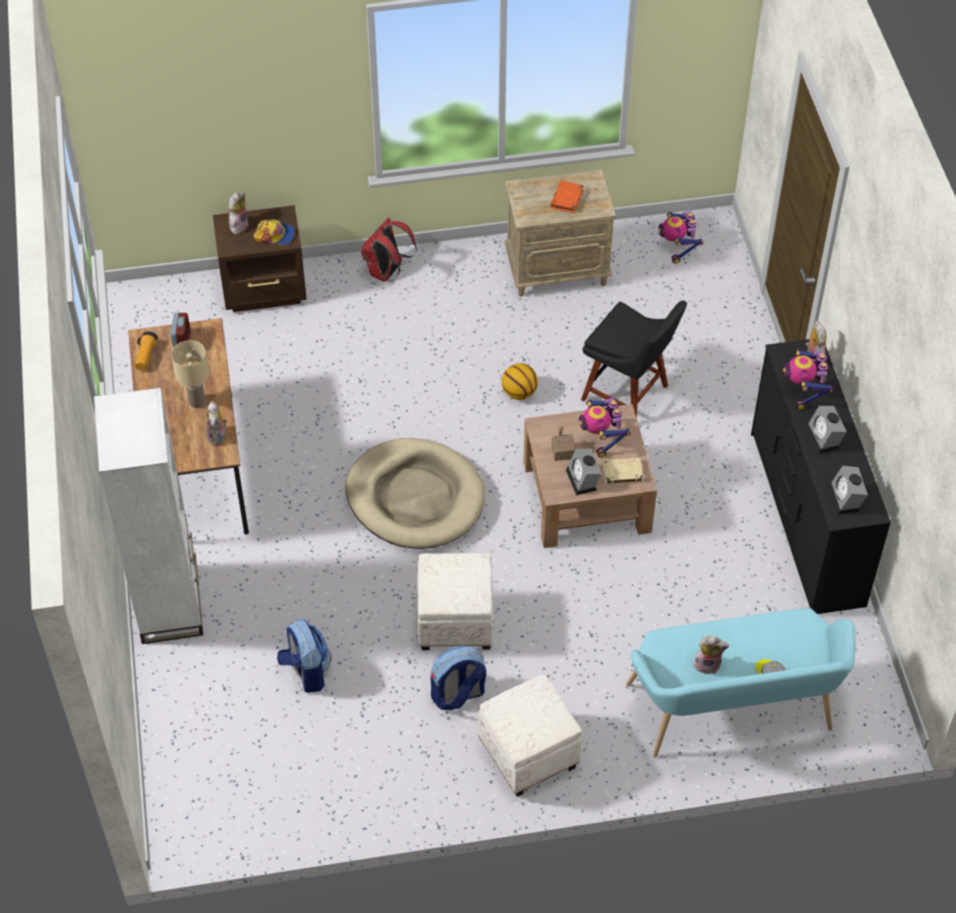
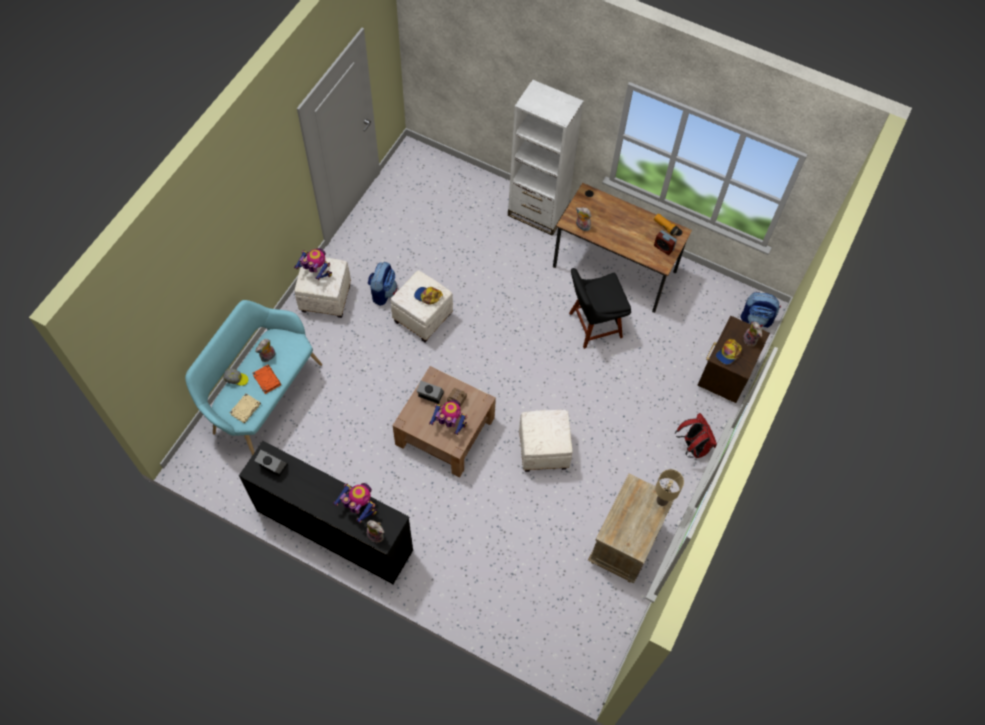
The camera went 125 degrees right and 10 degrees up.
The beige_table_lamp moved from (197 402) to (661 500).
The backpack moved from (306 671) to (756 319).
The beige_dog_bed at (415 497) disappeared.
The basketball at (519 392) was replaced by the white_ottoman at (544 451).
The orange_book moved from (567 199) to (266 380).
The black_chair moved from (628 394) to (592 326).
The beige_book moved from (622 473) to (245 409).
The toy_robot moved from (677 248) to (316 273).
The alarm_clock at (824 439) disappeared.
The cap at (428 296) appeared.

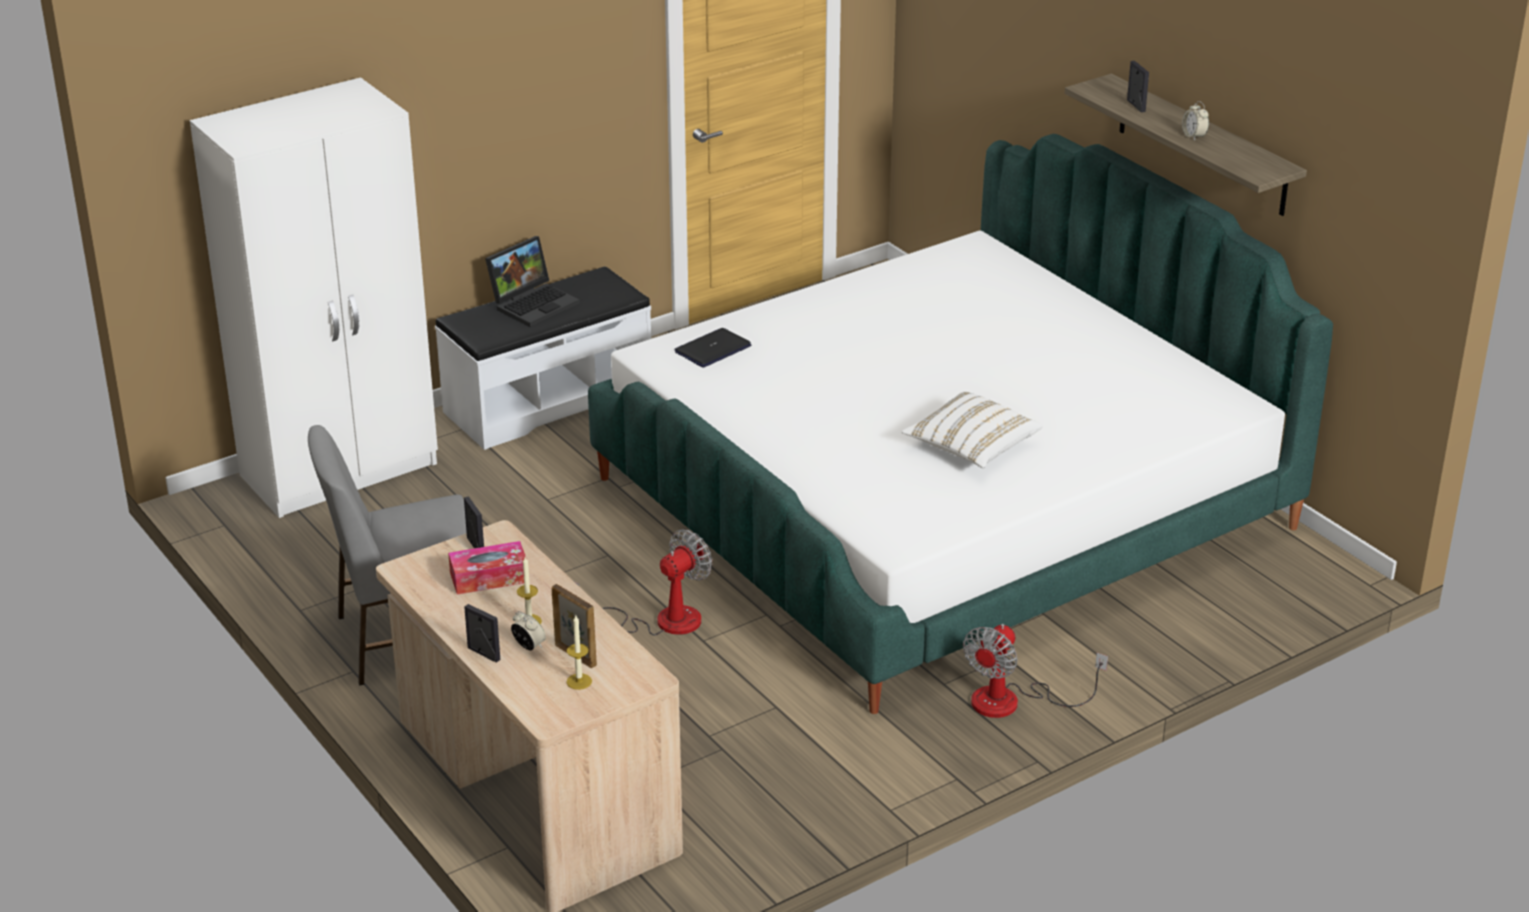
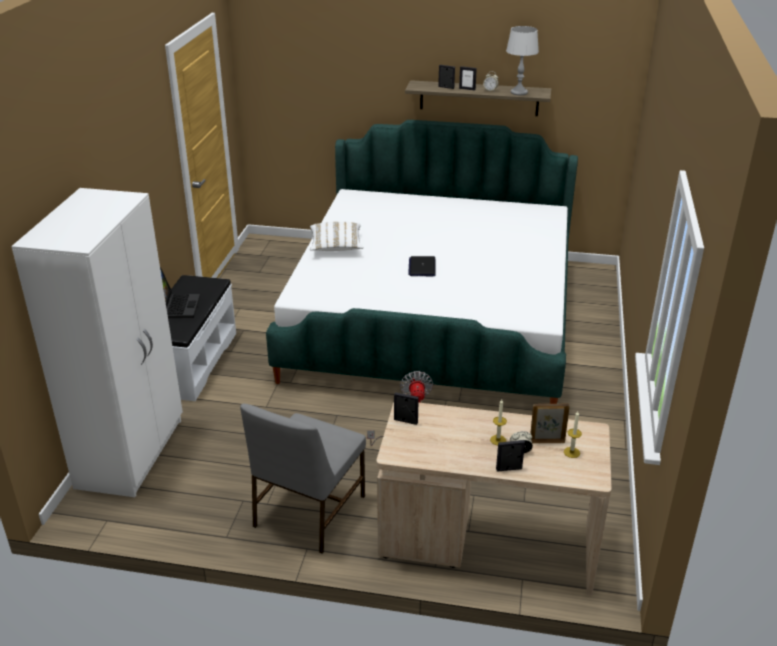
The camera went 45 degrees left and 0 degrees up.
The tissue_box at (489 577) disappeared.
The laptop moved from (713 349) to (422 267).
The white_pillow moved from (971 447) to (336 246).
The fan at (1012 701) disappeared.
The picture_frame at (467 89) appeared.
The grey_table_lamp at (518 92) appeared.

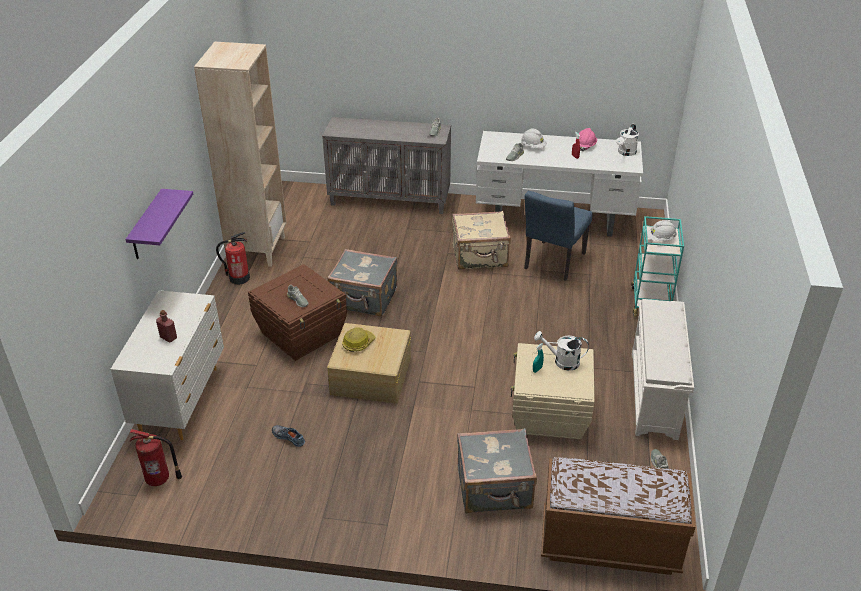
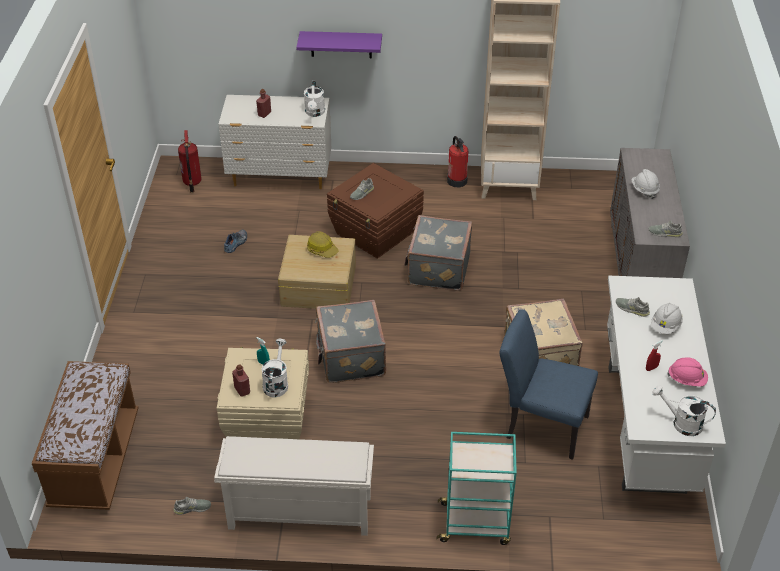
The camera went 85 degrees right and 5 degrees up.
The grey_suitcase moved from (495 489) to (350 358).
The white_hard_hat moved from (660 239) to (644 190).
The red_bottle at (242 390) appeared.
The white_watering_can at (315 113) appeared.

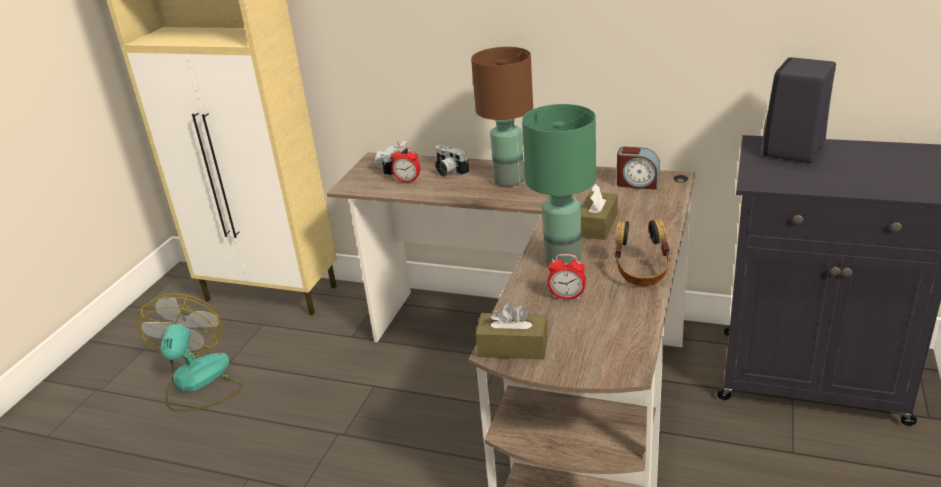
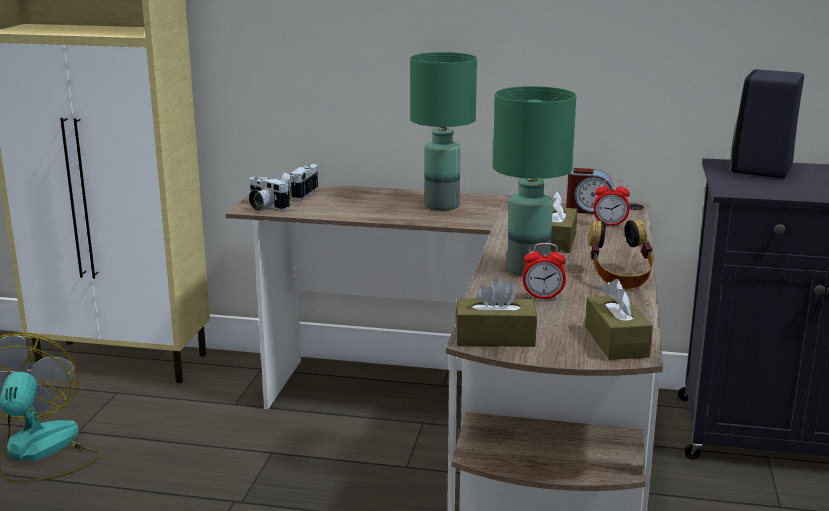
The camera went 10 degrees left and 10 degrees down.
The alarm_clock moved from (407 181) to (610 224).
The photo_camera moved from (448 171) to (264 207).
The brown_table_lamp at (510 180) became the green_table_lamp at (443 205).
The brown_tissue_box at (616 341) appeared.

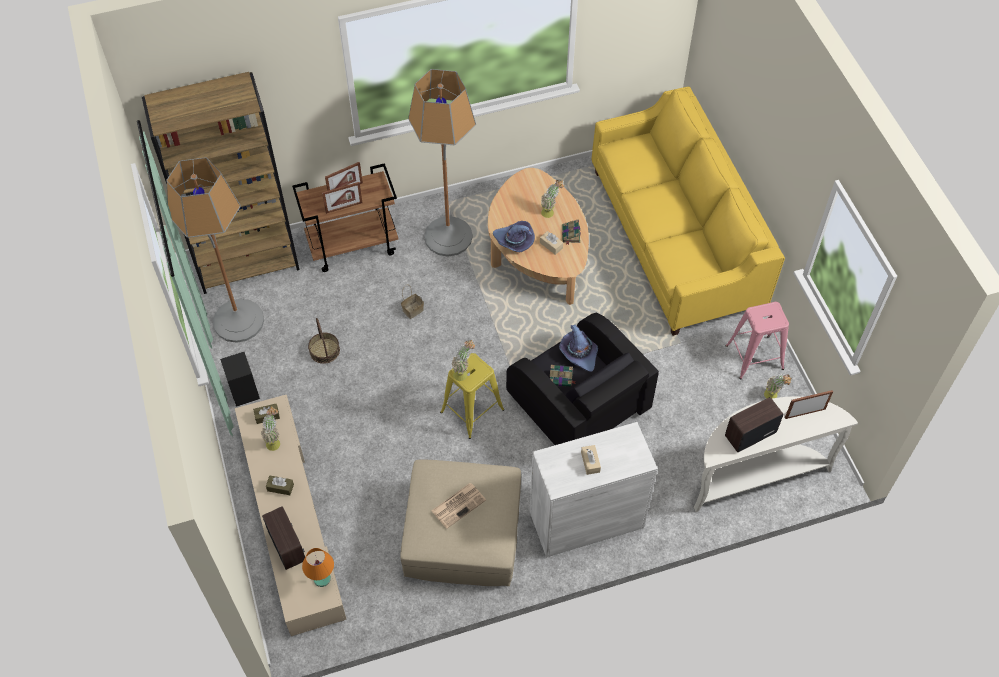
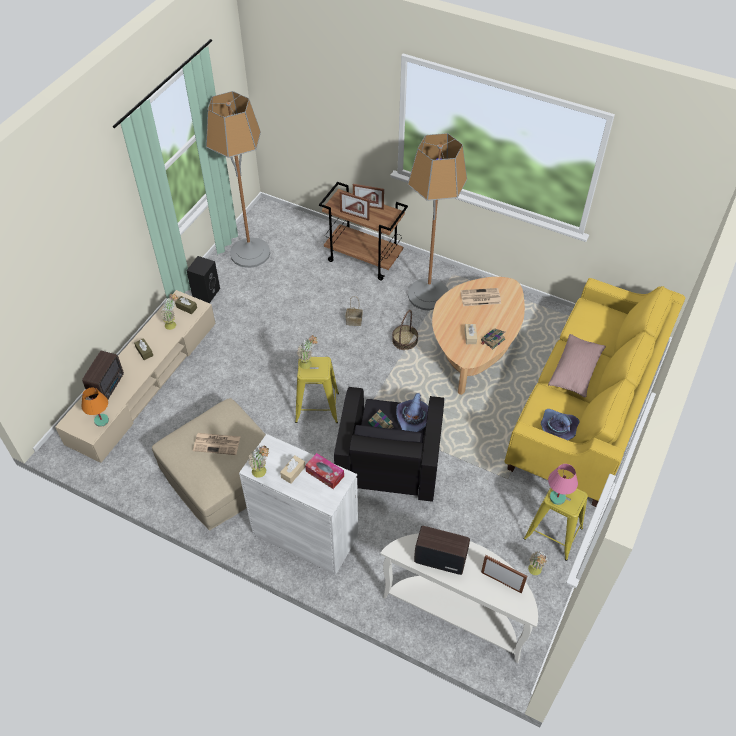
The camera went 45 degrees right and 5 degrees down.
The brown_bookcase at (247 262) disappeared.
The basket moved from (324 350) to (404 340).
The purple_hat moved from (514 241) to (557 428).
The potted_plant moved from (550 212) to (262 473).
The pink_stool at (754 357) became the yellow_stool at (553 533).
The tissue_box at (325 474) appeared.
The newspaper at (480 297) appeared.
The pink_pillow at (575 371) appeared.
The pink_table_lamp at (557 497) appeared.

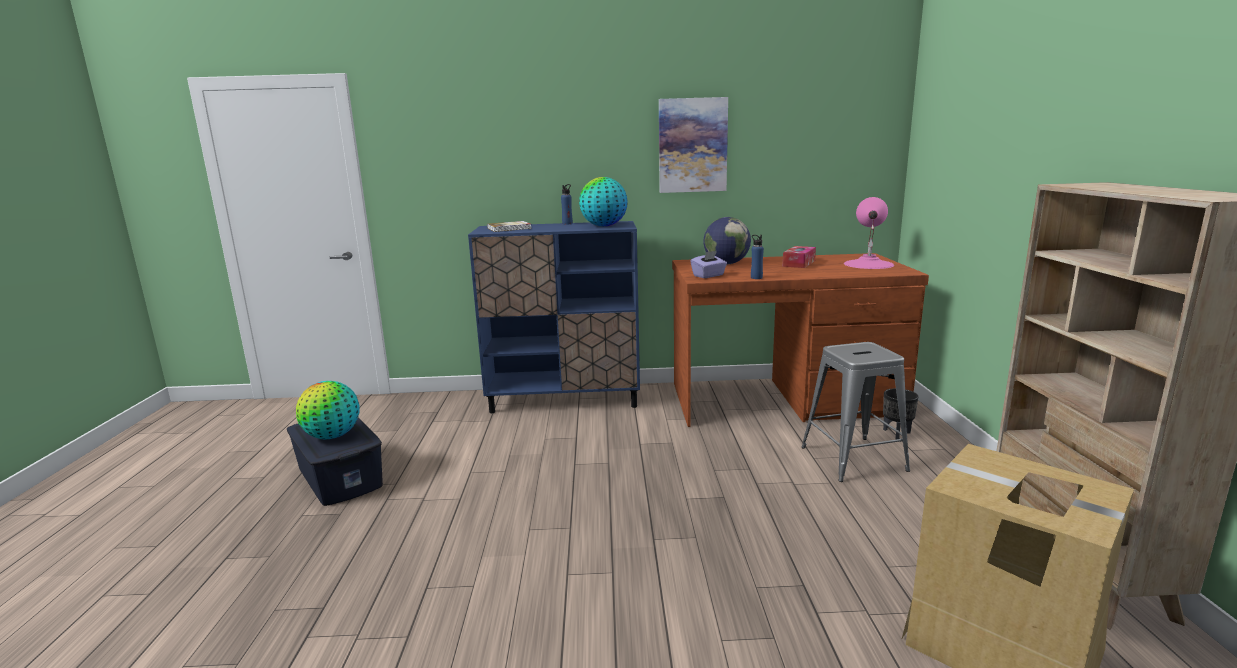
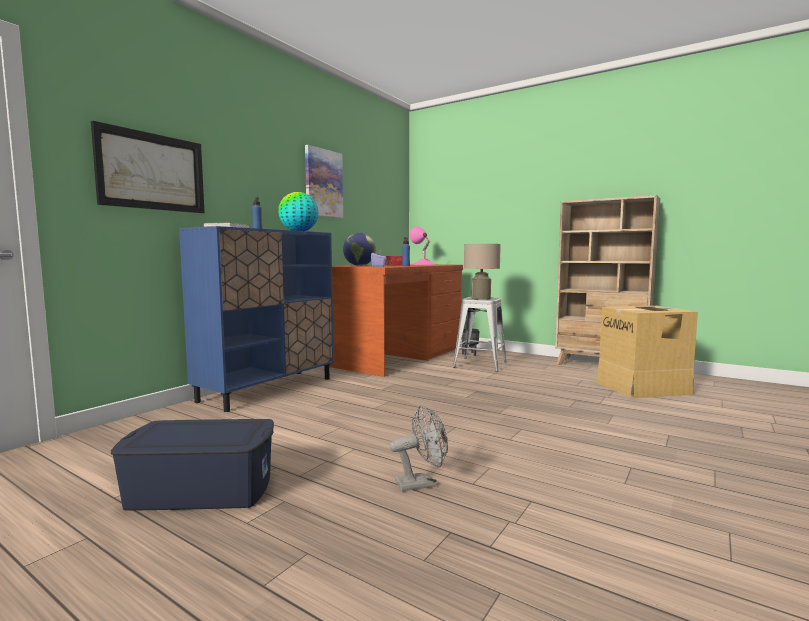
The camera went 55 degrees left and 10 degrees down.
The globe at (332 436) disappeared.
The picture at (152 172) appeared.
The grey_fan at (421 483) appeared.
The beige_table_lamp at (481 298) appeared.

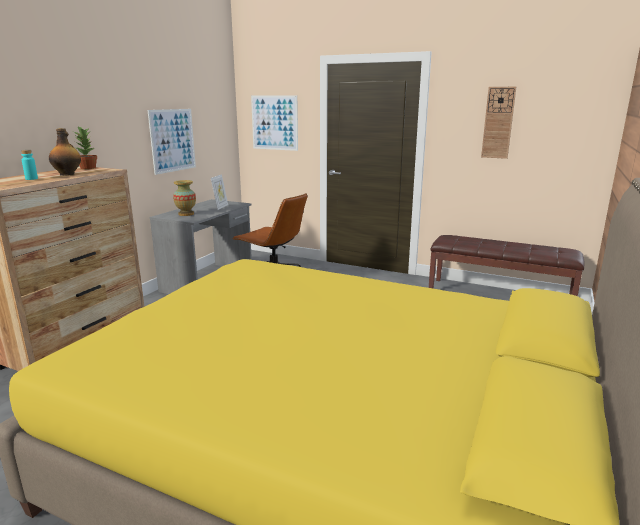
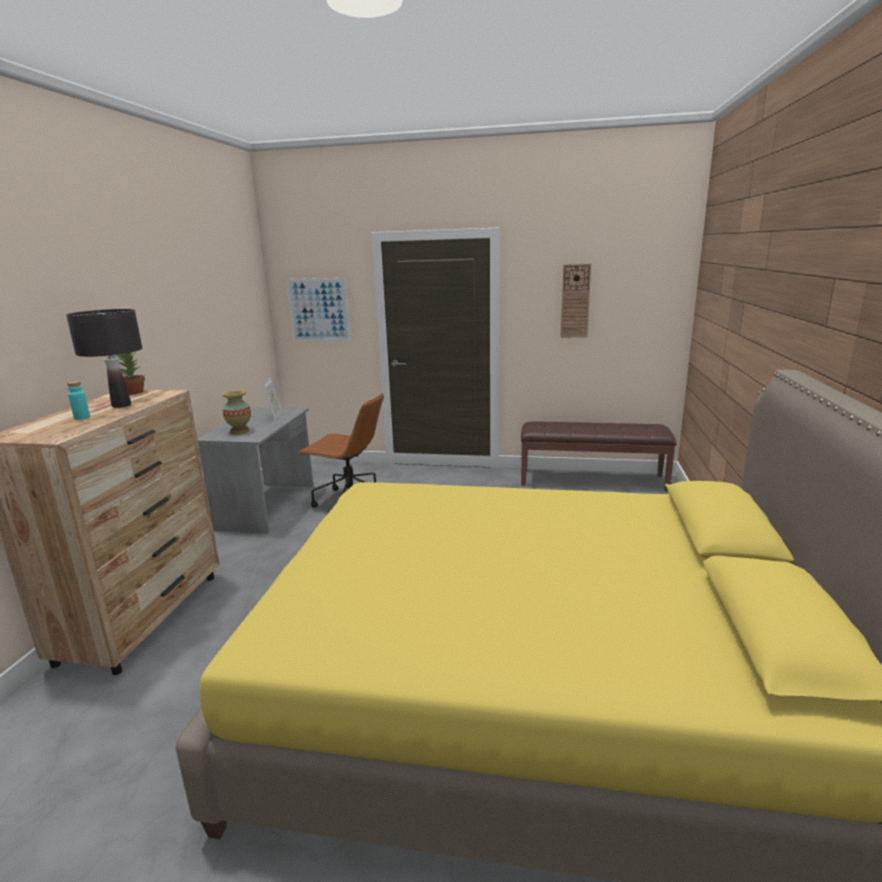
The camera went 15 degrees left and 0 degrees up.
The bottle at (68 174) was replaced by the black_table_lamp at (122 405).
The picture at (172 140) disappeared.

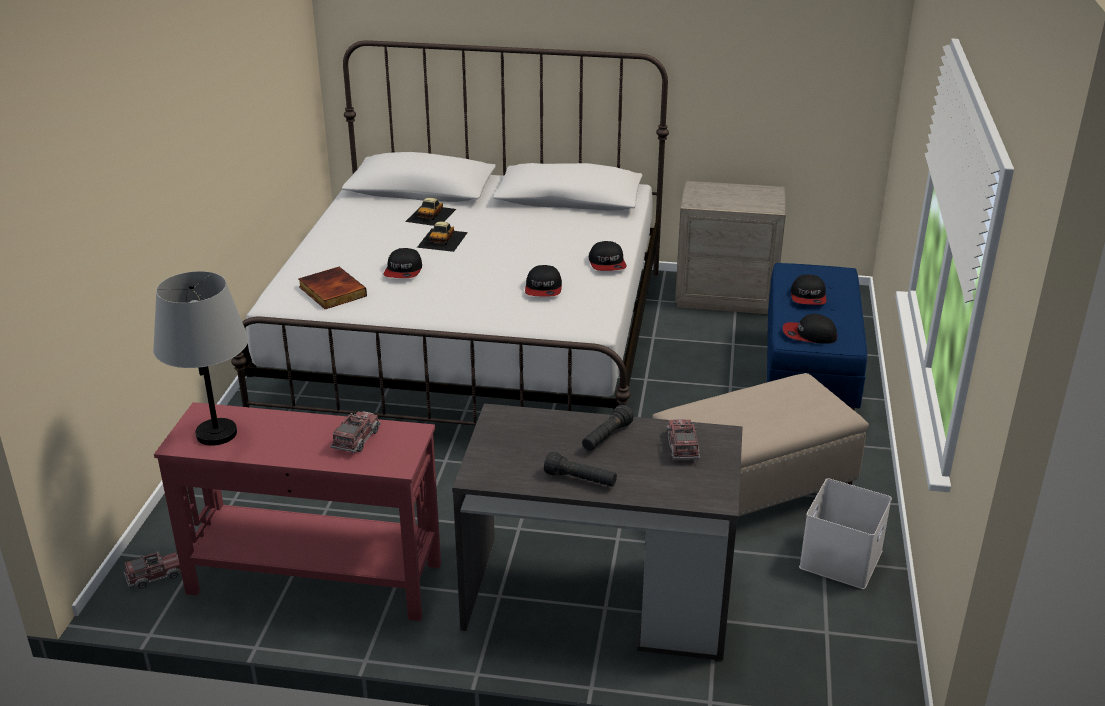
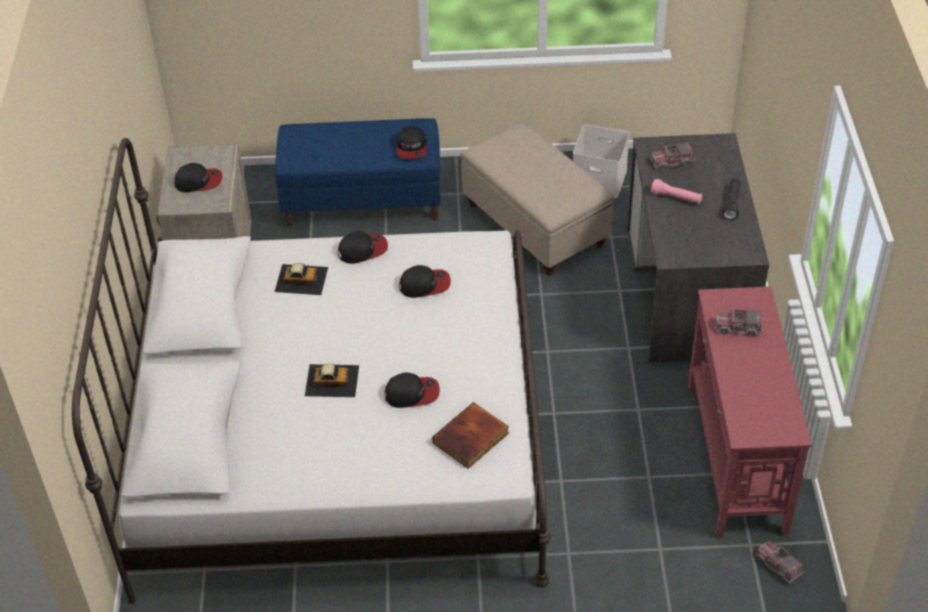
The camera went 100 degrees left and 15 degrees up.
The grey_table_lamp at (216 433) disappeared.
The toy_car moved from (431 215) to (301 279).
The black_flashlight at (606 437) became the pink_flashlight at (676 198).
The cap moved from (808 297) to (199 181).

